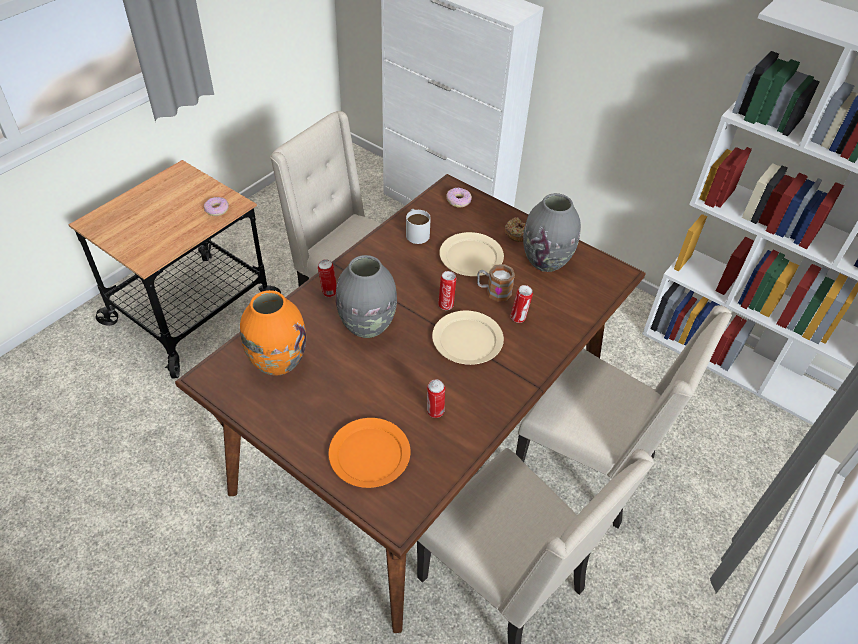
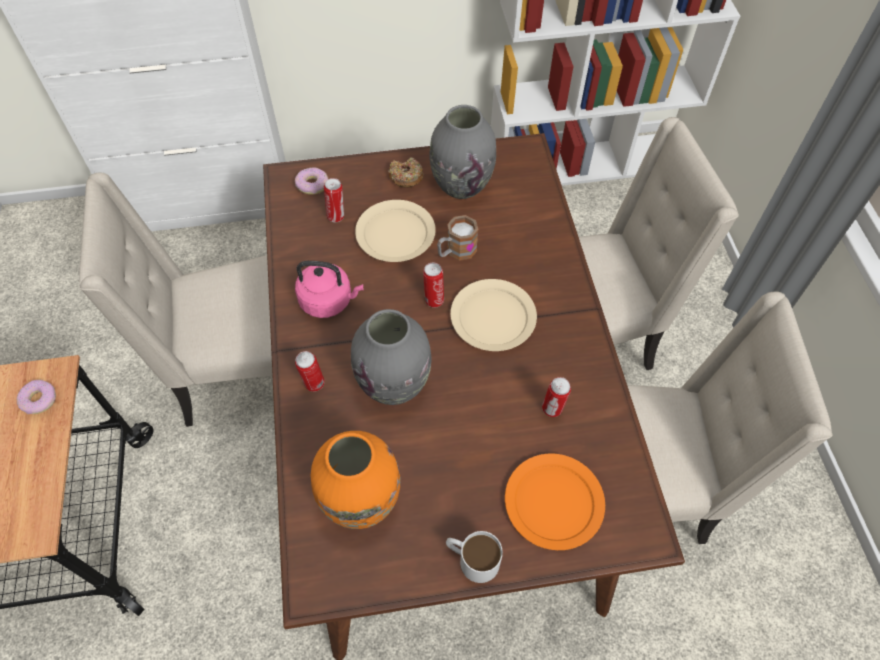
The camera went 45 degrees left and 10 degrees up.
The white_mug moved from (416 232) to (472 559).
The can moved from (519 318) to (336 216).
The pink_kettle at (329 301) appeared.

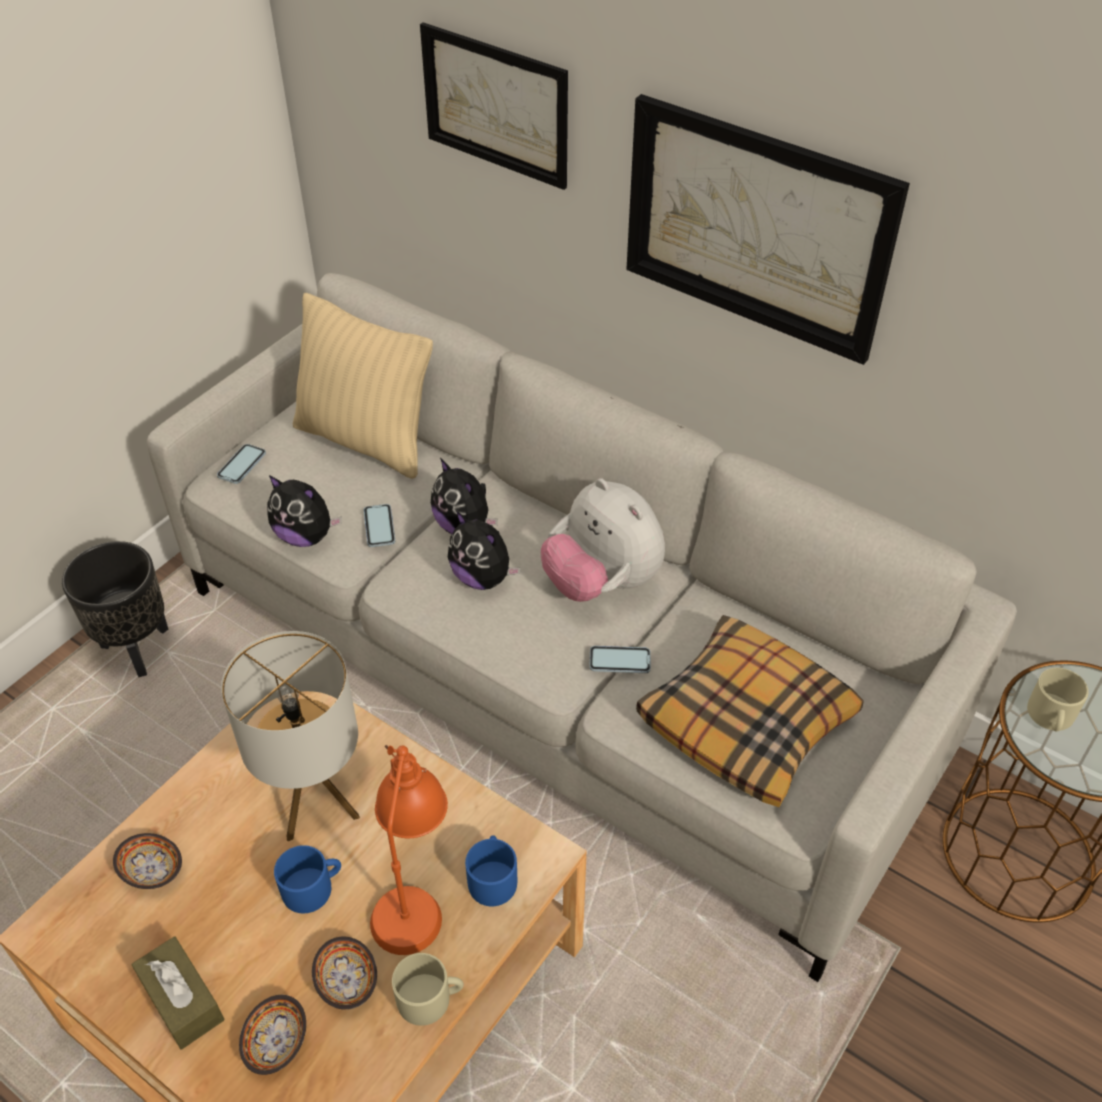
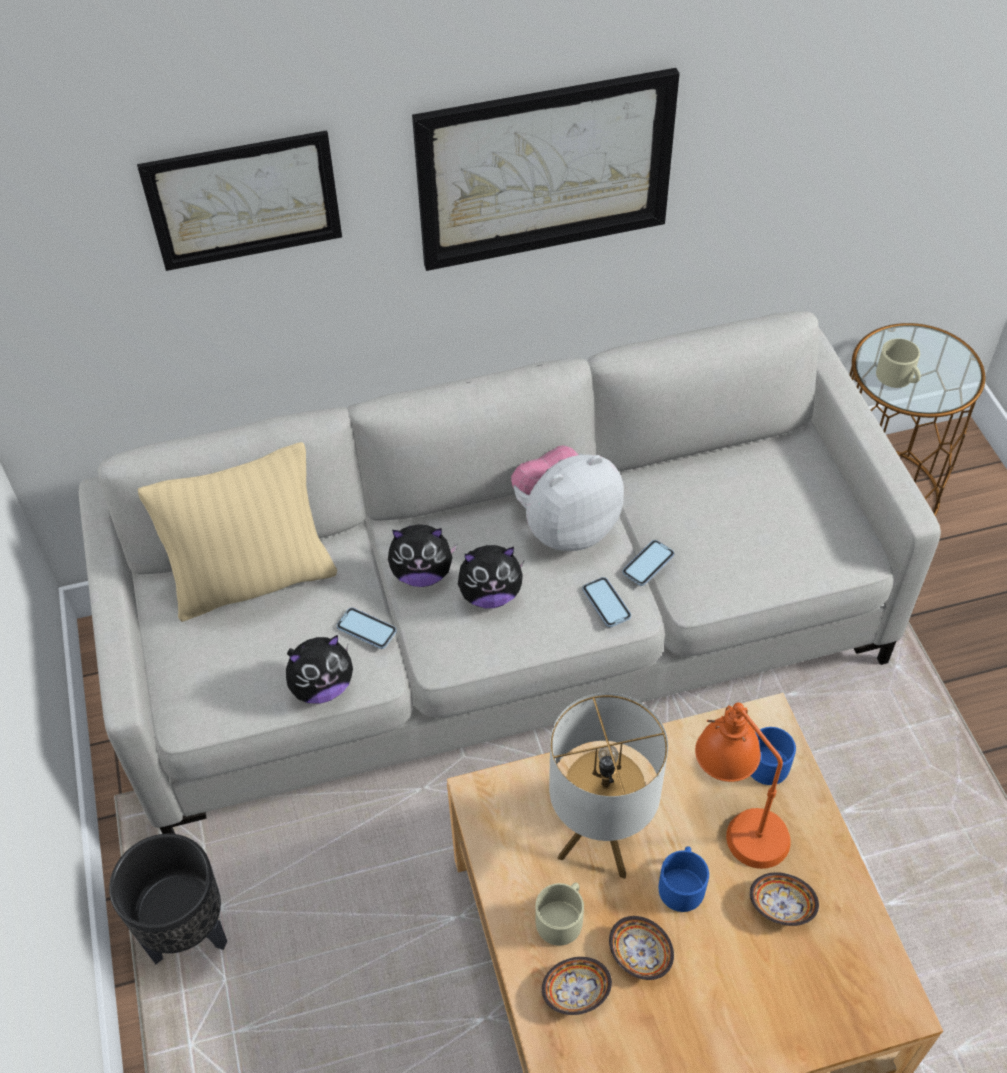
The camera went 50 degrees left and 5 degrees up.
The brown_tissue_box at (182 1000) disappeared.
The phone moved from (242 465) to (606 603).
The bowl moved from (276 1042) to (640 954).
The beige_mug moved from (430 998) to (562 917).
The plush_toy at (601 582) turned 150 degrees clockwise.
The pillow at (747 721) disappeared.

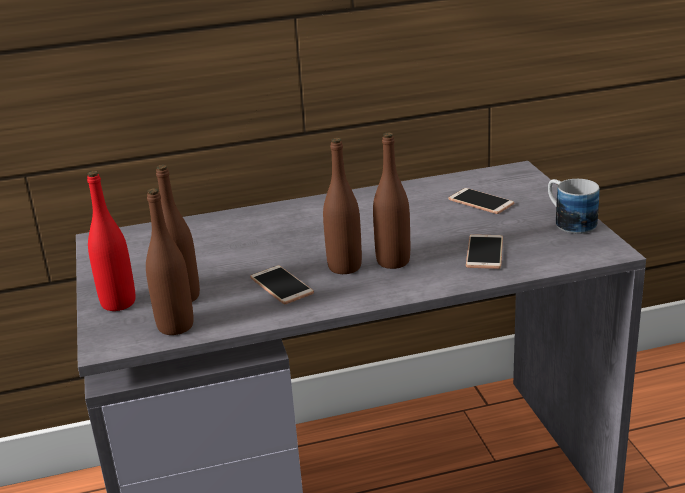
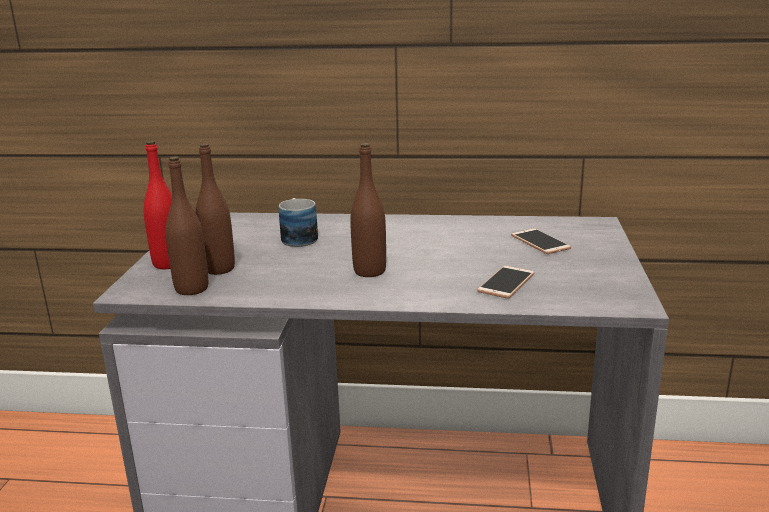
The camera went 20 degrees right and 5 degrees down.
The phone at (281 286) disappeared.
The brown_bottle at (393 261) disappeared.
The mug moved from (569 222) to (298 237).

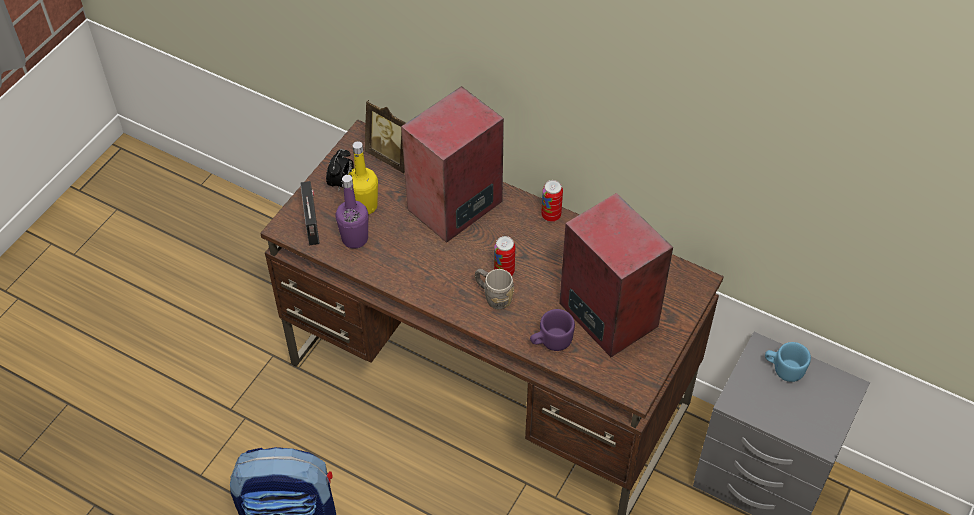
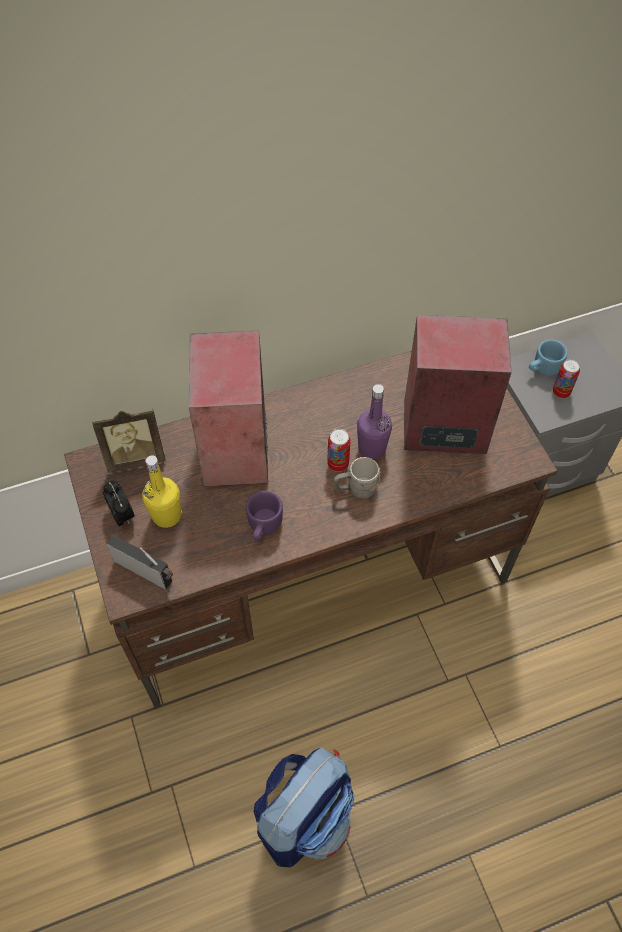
The camera went 50 degrees left and 5 degrees up.
The purple_bottle moved from (355 239) to (372 448).
The purple_mug moved from (550 341) to (263 527).
The can moved from (551 215) to (561 392).

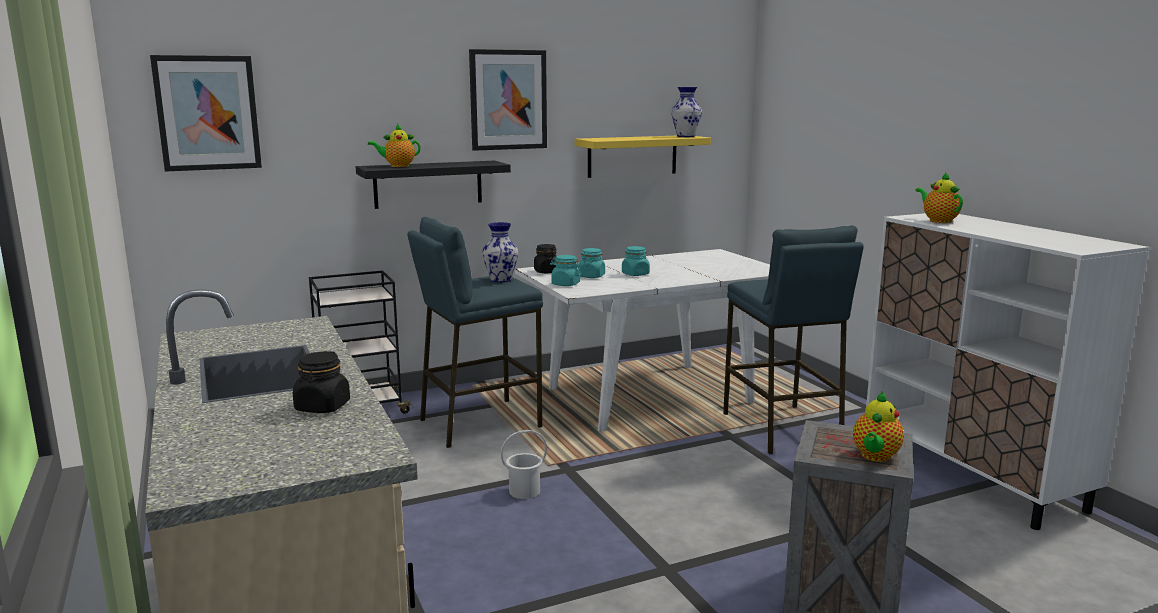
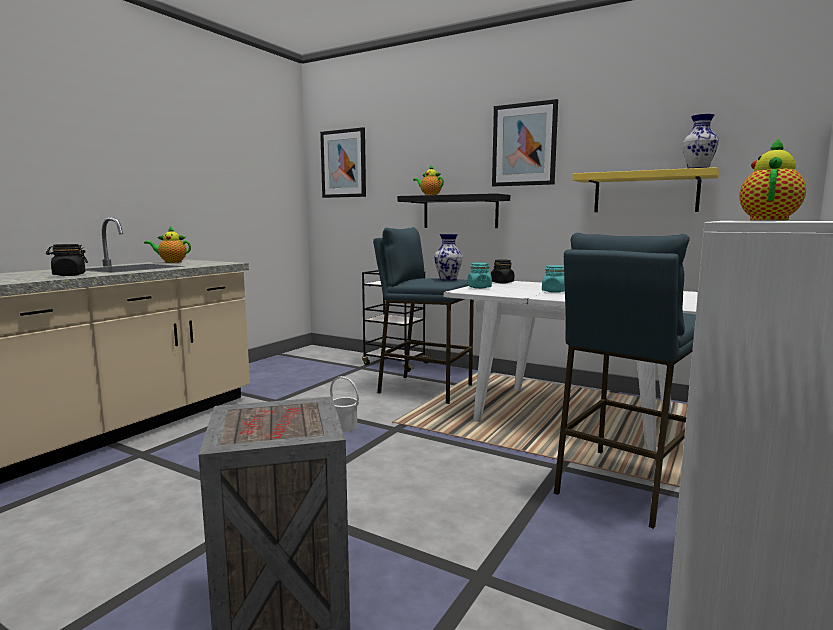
The camera went 55 degrees right and 5 degrees down.
The turquoise_jar at (591 276) disappeared.
The teapot moved from (875 457) to (171 262).

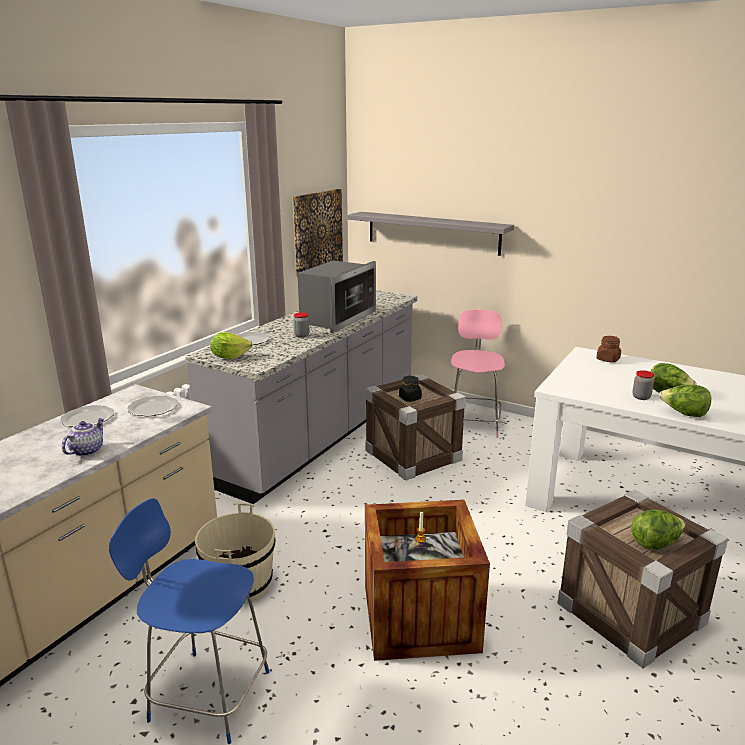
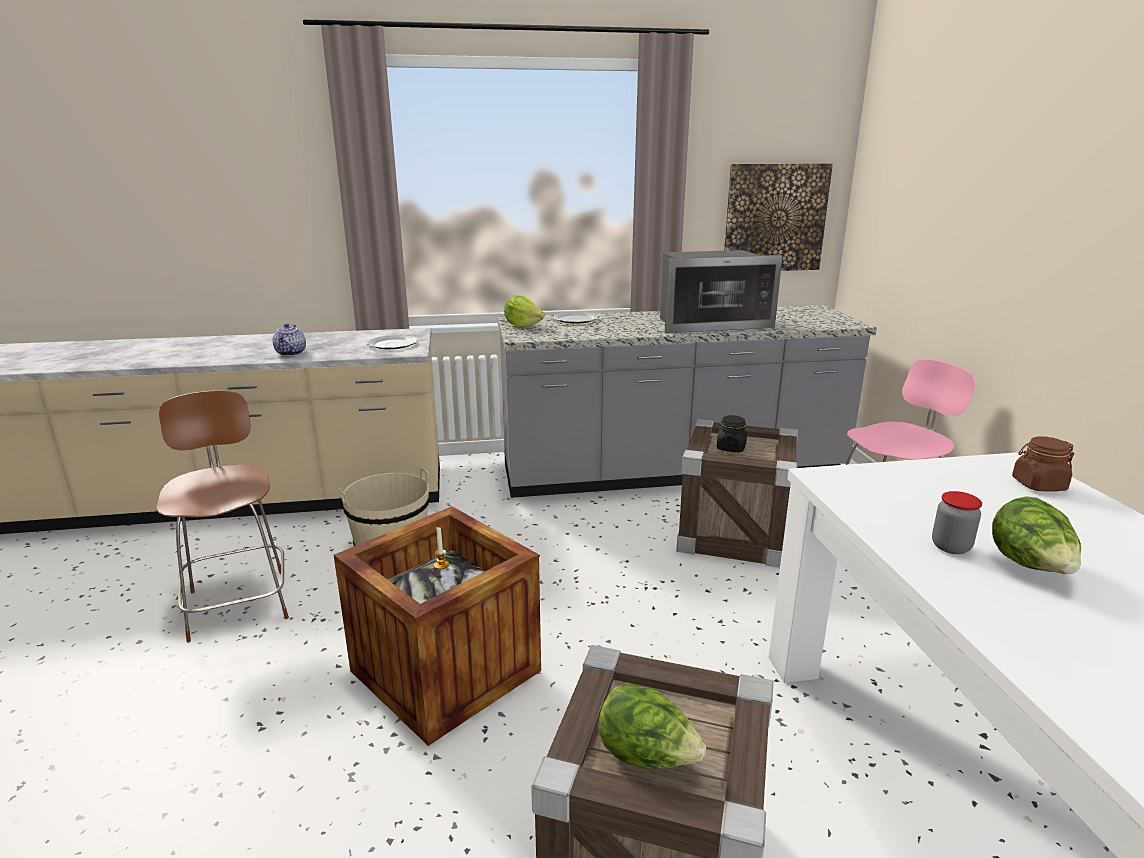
The camera went 50 degrees right and 0 degrees up.
The plate at (87 419) disappeared.
The teapot at (86 450) turned 105 degrees clockwise.
The blue_chair at (206 694) became the brown_chair at (238 602).
The jar at (301 335) disappeared.
The grey_shelf at (432 233) disappeared.
The lettuce at (683 414) disappeared.

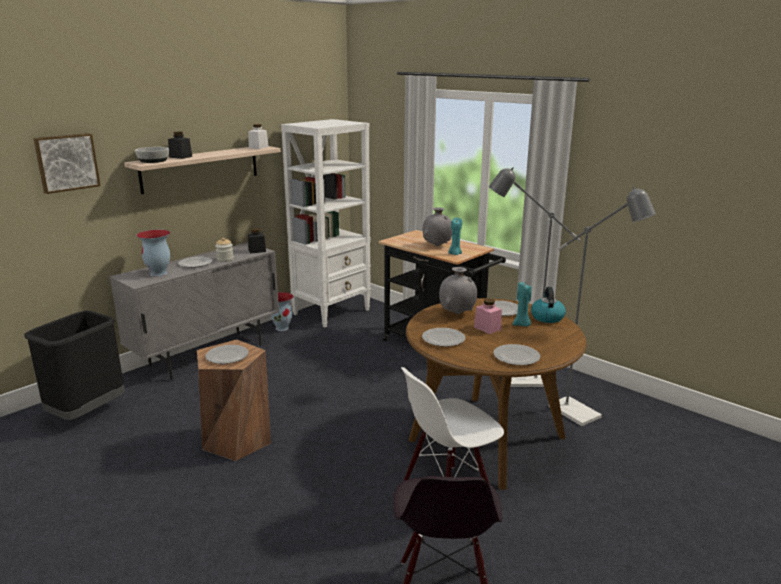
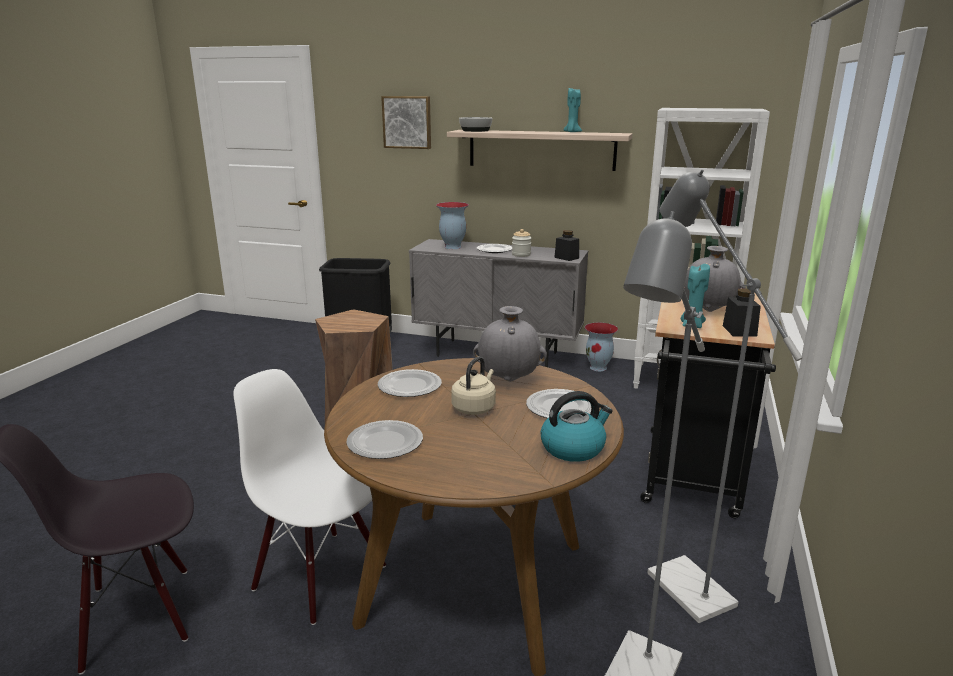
The camera went 65 degrees right and 0 degrees up.
The black_jar moved from (180 157) to (739 331).
The plate at (227 356) disappeared.
The white_jar at (258 147) disappeared.
The pink_jar at (487 328) was replaced by the beige_kettle at (475 407).
The turquoise_candle moved from (522 325) to (572 132).

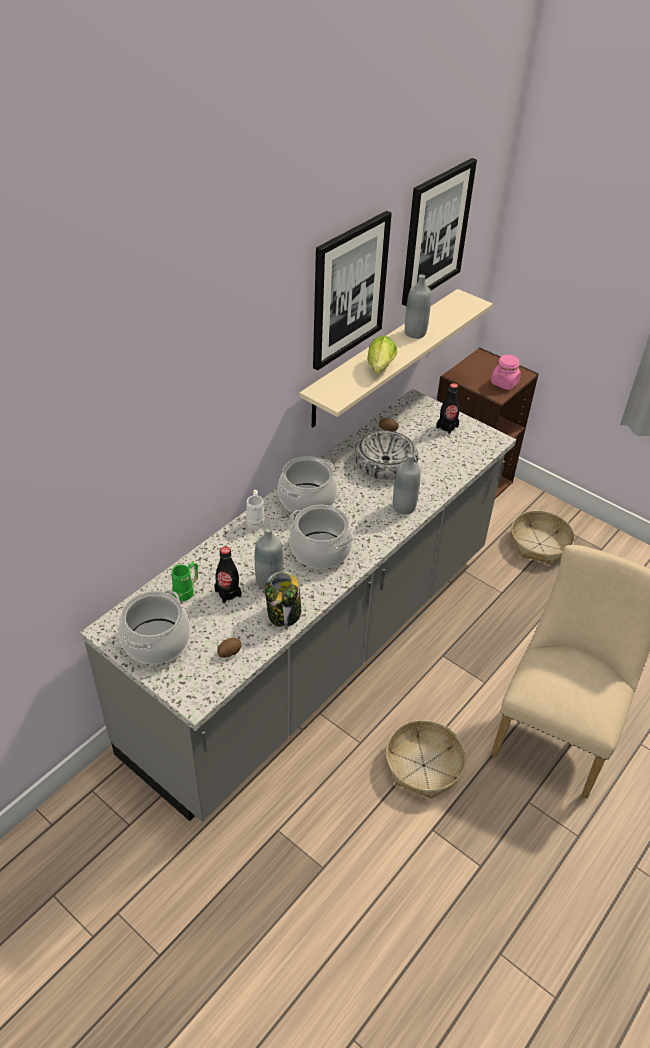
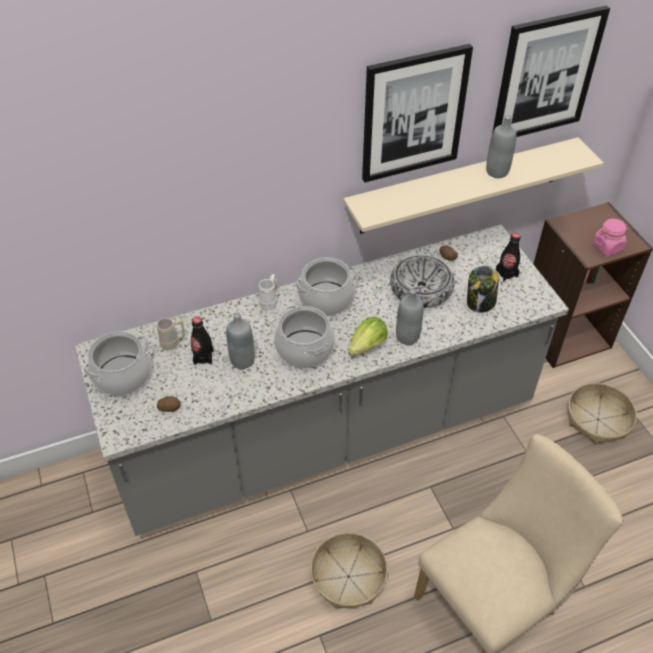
The camera went 30 degrees right and 5 degrees up.
The green_mug at (187 591) became the beige_mug at (173 343).
The jar moved from (284 614) to (480 302).
The lettuce moved from (379 369) to (365 348).

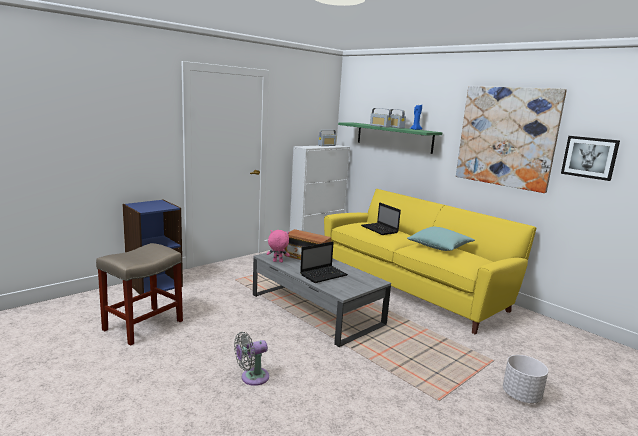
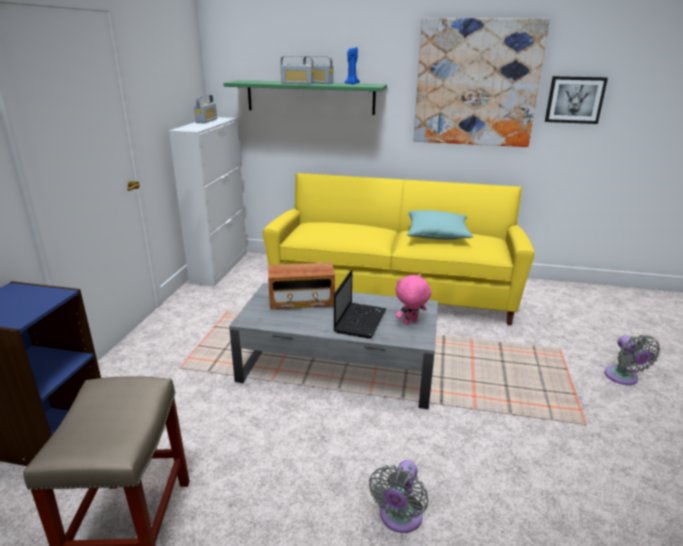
The camera went 35 degrees left and 10 degrees up.
The pink_plush_toy moved from (277 261) to (410 323).
The laptop at (380 229) disappeared.
The white_planter at (521 396) was replaced by the grey_fan at (623 378).

